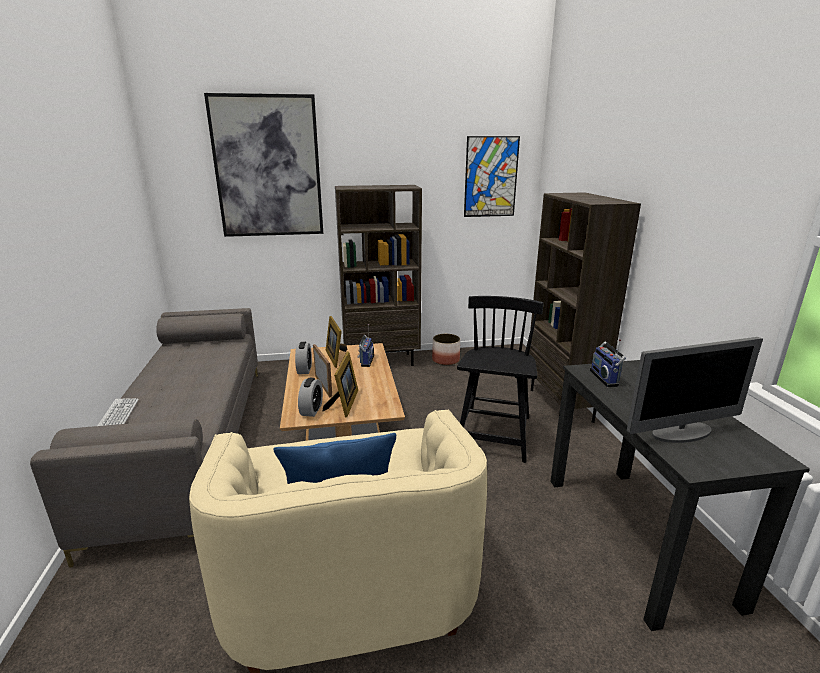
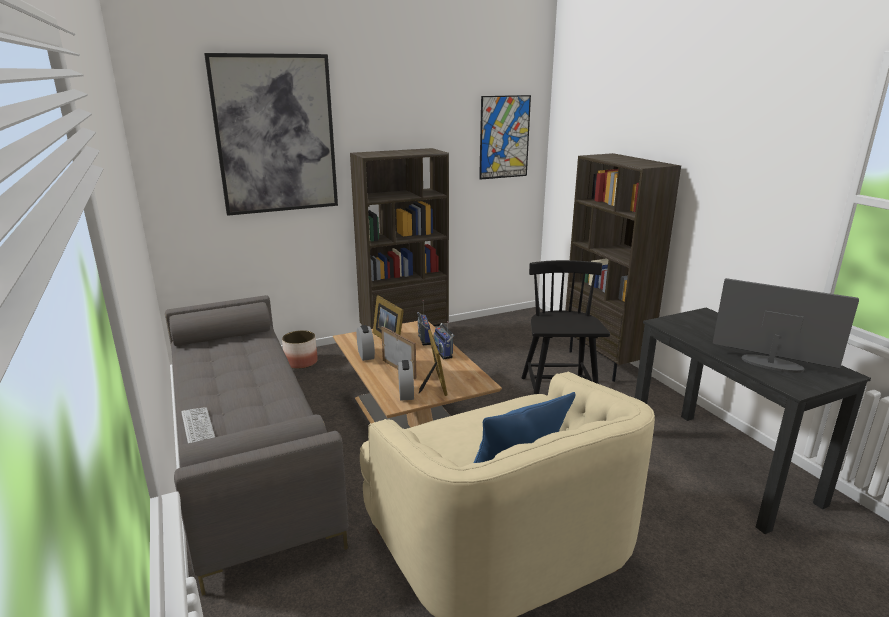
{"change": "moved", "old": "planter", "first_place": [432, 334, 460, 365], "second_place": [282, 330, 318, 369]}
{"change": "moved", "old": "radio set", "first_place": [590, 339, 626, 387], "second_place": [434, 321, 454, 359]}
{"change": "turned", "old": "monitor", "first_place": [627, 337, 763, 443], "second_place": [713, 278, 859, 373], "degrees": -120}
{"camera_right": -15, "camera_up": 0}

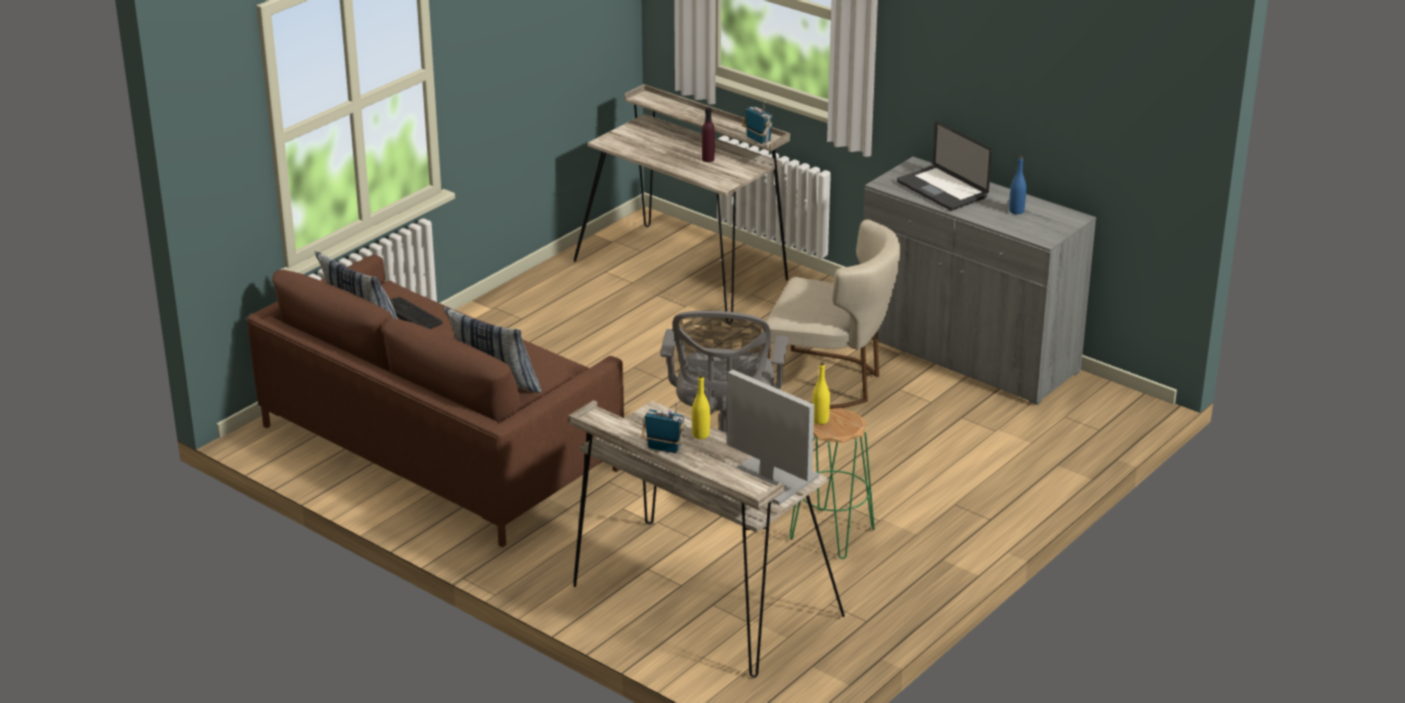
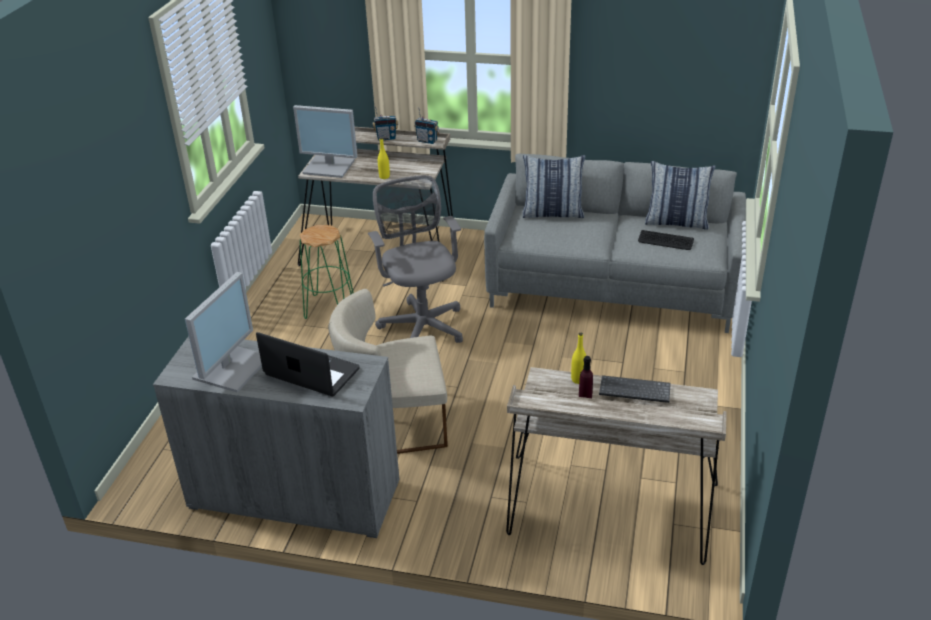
{"change": "recoloured", "old": "couch (brown-coloured)", "new": "couch (grey)", "first_place": [247, 254, 624, 547], "second_place": [484, 154, 746, 333]}
{"change": "moved", "old": "radio set", "first_place": [742, 101, 773, 144], "second_place": [414, 107, 440, 144]}
{"change": "moved", "old": "drink bottle (yellow-coloured)", "first_place": [812, 362, 830, 425], "second_place": [571, 333, 586, 384]}
{"change": "replaced", "old": "drink bottle (blue-coloured)", "new": "monitor", "first_place": [1009, 156, 1026, 214], "second_place": [185, 272, 262, 393]}
{"change": "added", "new": "keyboard", "second_place": [599, 375, 671, 403]}
{"camera_right": 155, "camera_up": 5}

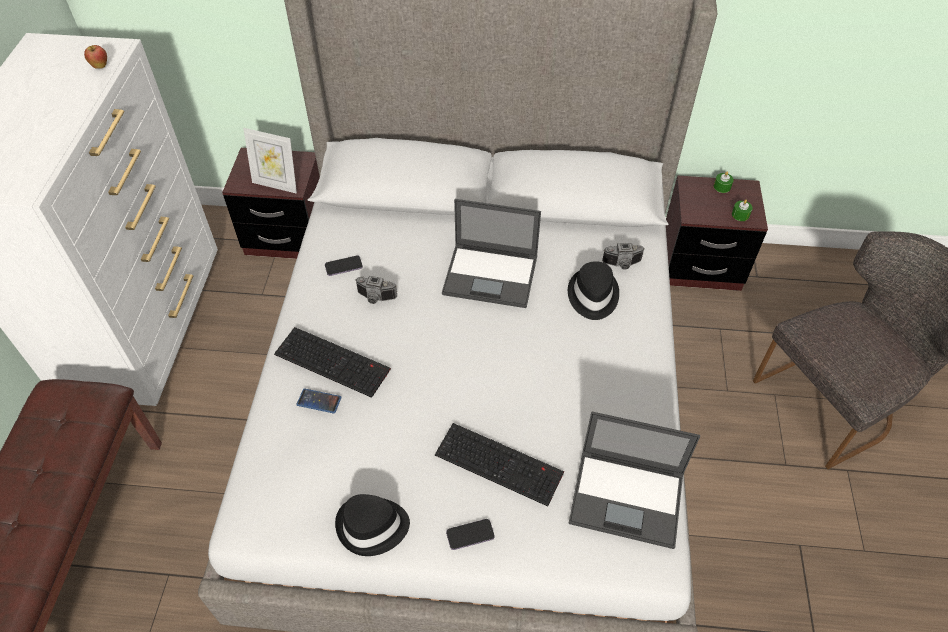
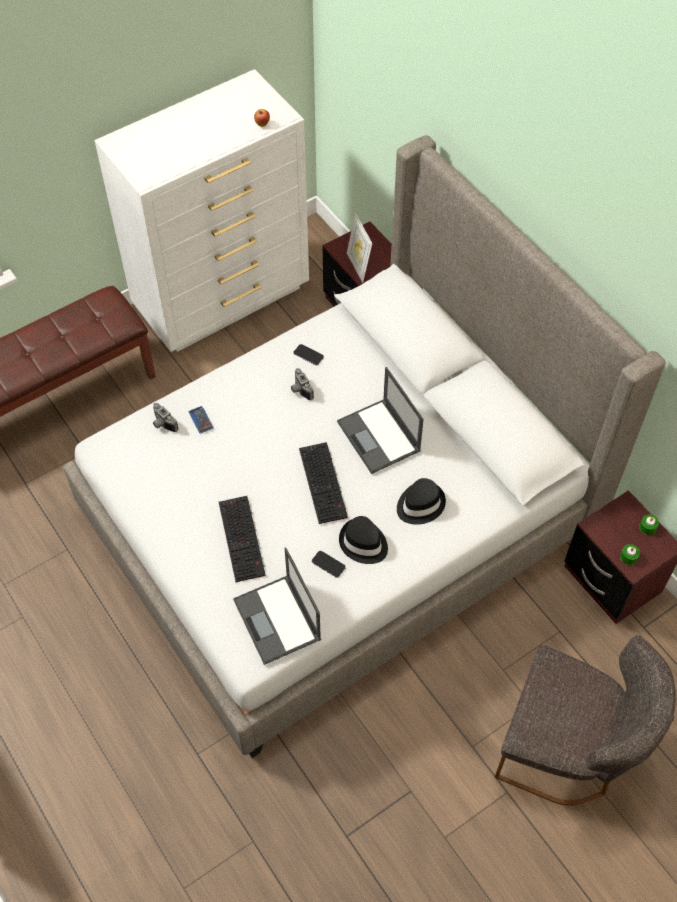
{"change": "moved", "old": "keyboard", "first_place": [274, 327, 391, 398], "second_place": [299, 442, 348, 524]}
{"change": "moved", "old": "clothing hat (black)", "first_place": [335, 494, 410, 556], "second_place": [339, 516, 388, 564]}
{"change": "moved", "old": "handset", "first_place": [446, 519, 495, 550], "second_place": [312, 551, 346, 578]}
{"change": "moved", "old": "still camera", "first_place": [602, 243, 645, 270], "second_place": [153, 403, 179, 432]}
{"camera_right": 50, "camera_up": 5}

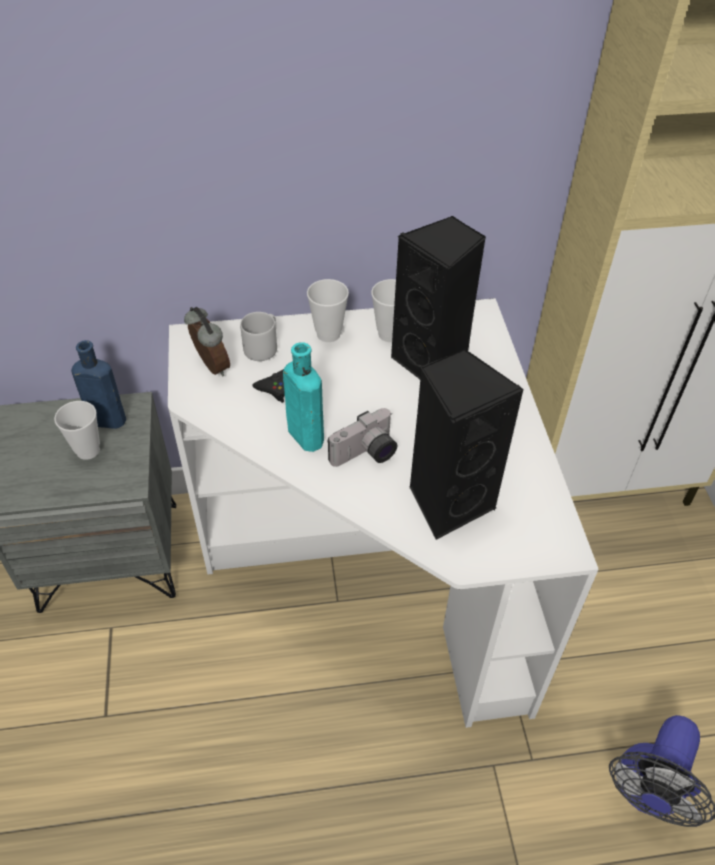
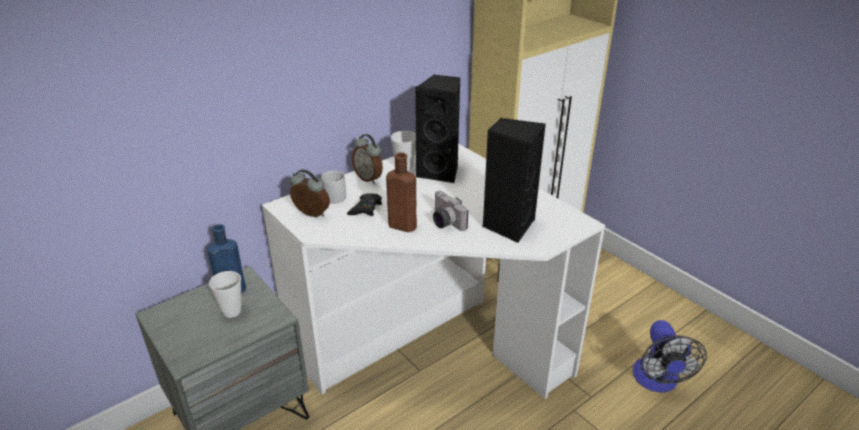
{"change": "recoloured", "old": "drink bottle (turquoise)", "new": "drink bottle (brown-coloured)", "first_place": [283, 342, 324, 452], "second_place": [386, 152, 417, 232]}
{"change": "replaced", "old": "cup", "new": "table clock", "first_place": [307, 279, 349, 342], "second_place": [352, 134, 383, 184]}
{"change": "turned", "old": "still camera", "first_place": [327, 408, 397, 467], "second_place": [433, 191, 468, 231], "degrees": 120}
{"camera_right": -30, "camera_up": -15}

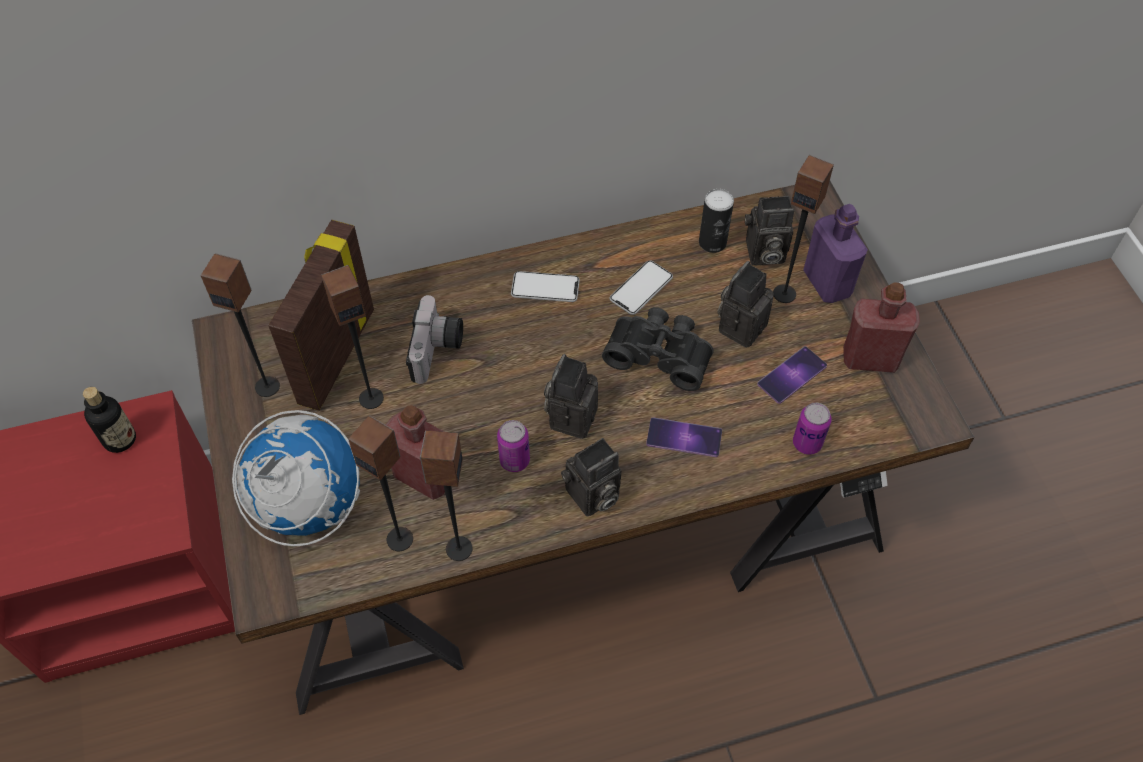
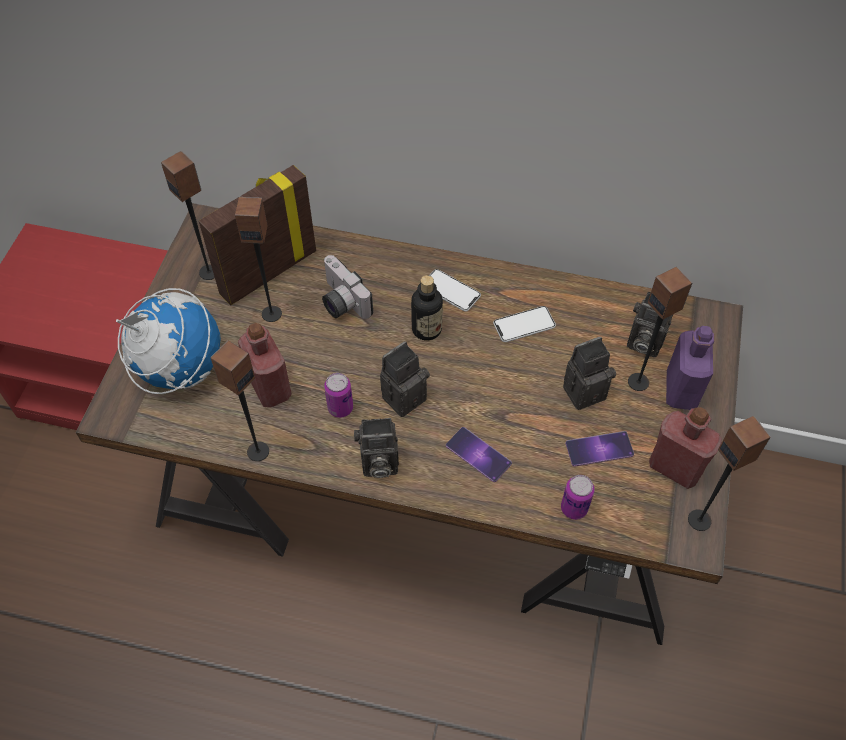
{"change": "moved", "old": "drink bottle", "first_place": [83, 387, 136, 453], "second_place": [411, 275, 443, 340]}
{"change": "moved", "old": "speaker", "first_place": [348, 415, 413, 551], "second_place": [688, 416, 771, 531]}
{"change": "turned", "old": "still camera", "first_place": [406, 295, 463, 384], "second_place": [322, 255, 373, 319], "degrees": 105}
{"change": "removed", "old": "pair of binoculars (black)", "first_place": [602, 307, 714, 391]}
{"change": "removed", "old": "can", "first_place": [699, 189, 734, 253]}
{"camera_right": 30, "camera_up": 0}

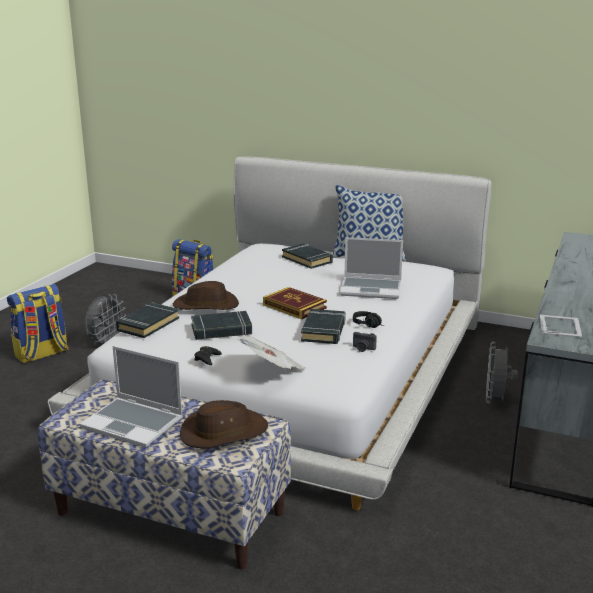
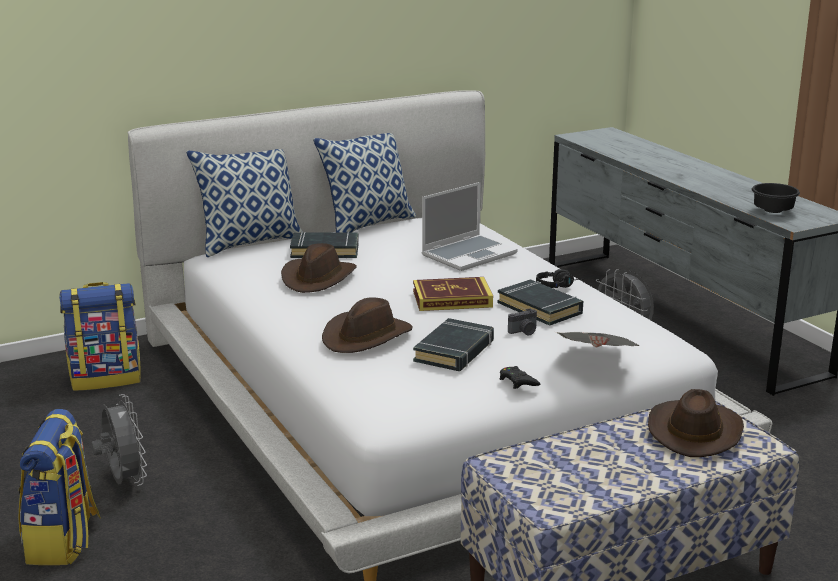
{"change": "removed", "old": "notebook computer", "first_place": [80, 346, 183, 448]}
{"change": "removed", "old": "bound book (black)", "first_place": [116, 302, 179, 338]}
{"change": "moved", "old": "still camera", "first_place": [353, 332, 377, 352], "second_place": [508, 308, 537, 335]}
{"change": "replaced", "old": "standing frame", "new": "serving bowl (black)", "first_place": [540, 315, 582, 338], "second_place": [751, 183, 800, 213]}
{"change": "added", "new": "pillow", "second_place": [186, 149, 303, 257]}
{"change": "added", "new": "clothing hat (brown-coloured)", "second_place": [281, 243, 357, 293]}
{"camera_right": -50, "camera_up": 0}

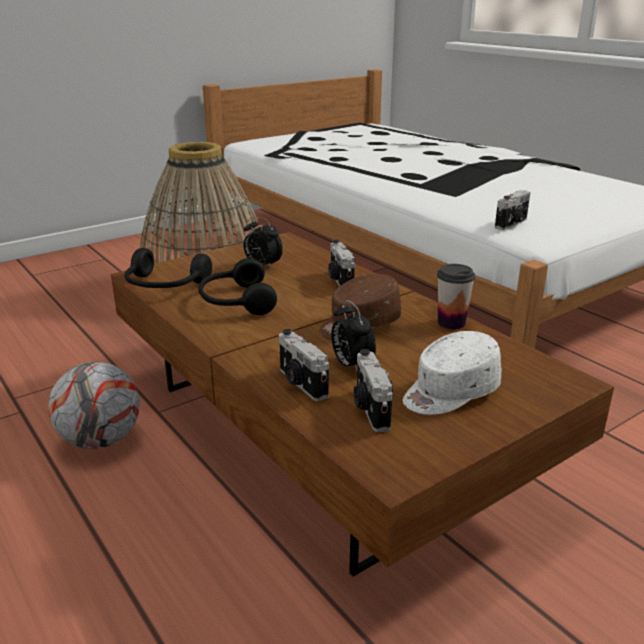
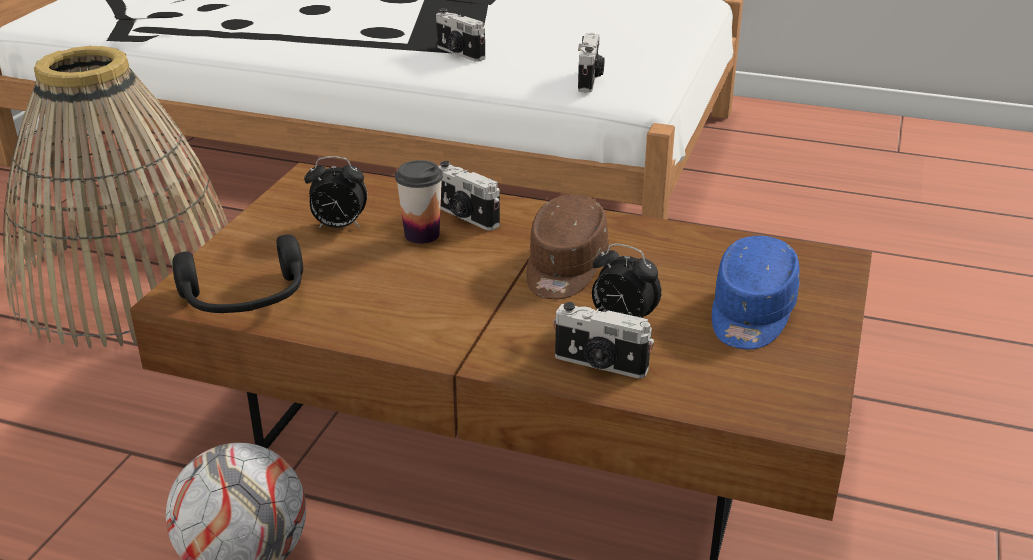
{"change": "removed", "old": "pair of headphones (black)", "first_place": [198, 258, 277, 315]}
{"change": "moved", "old": "still camera", "first_place": [354, 349, 393, 432], "second_place": [436, 8, 485, 62]}
{"change": "recoloured", "old": "baseball cap (white-coloured)", "new": "baseball cap (blue-coloured)", "first_place": [403, 331, 502, 415], "second_place": [712, 236, 799, 349]}
{"change": "moved", "old": "cup", "first_place": [437, 264, 475, 329], "second_place": [395, 160, 443, 244]}
{"camera_right": -35, "camera_up": 5}

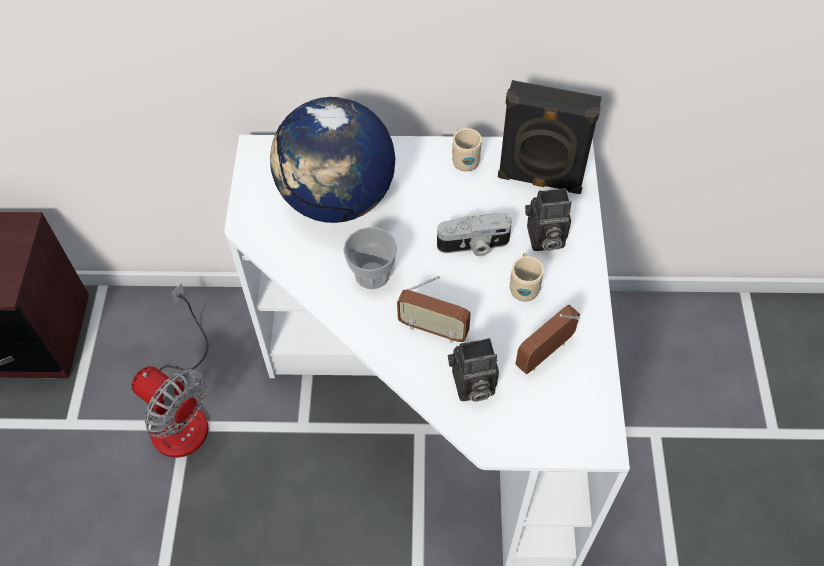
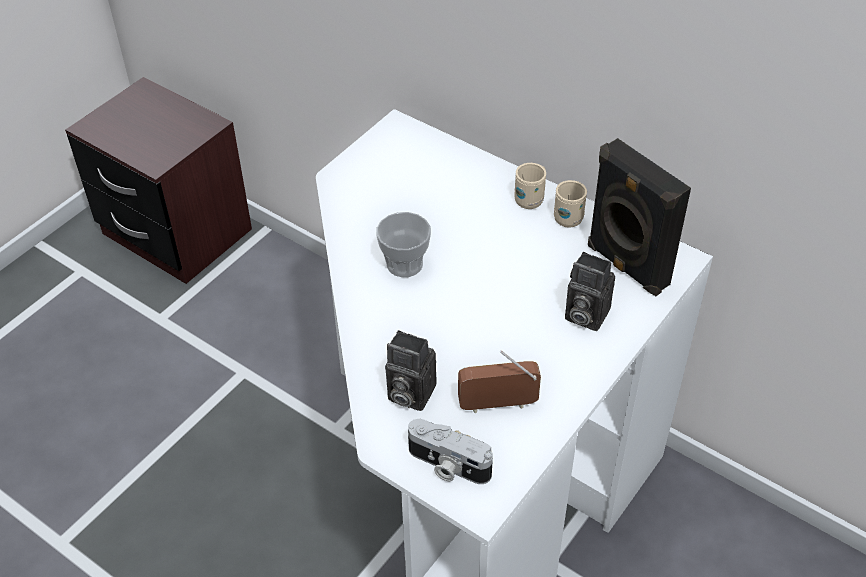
{"change": "removed", "old": "electric fan", "first_place": [132, 283, 209, 458]}
{"change": "removed", "old": "globe", "first_place": [270, 97, 395, 223]}
{"change": "removed", "old": "radio set", "first_place": [397, 276, 471, 343]}
{"change": "moved", "old": "still camera", "first_place": [437, 213, 512, 256], "second_place": [408, 419, 493, 484]}
{"change": "moved", "old": "tea mug (sand-coloured)", "first_place": [510, 253, 544, 302], "second_place": [514, 163, 546, 209]}
{"camera_right": 35, "camera_up": -10}

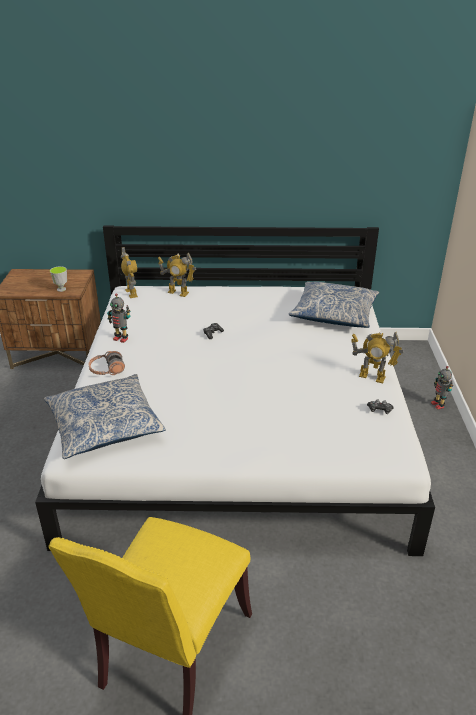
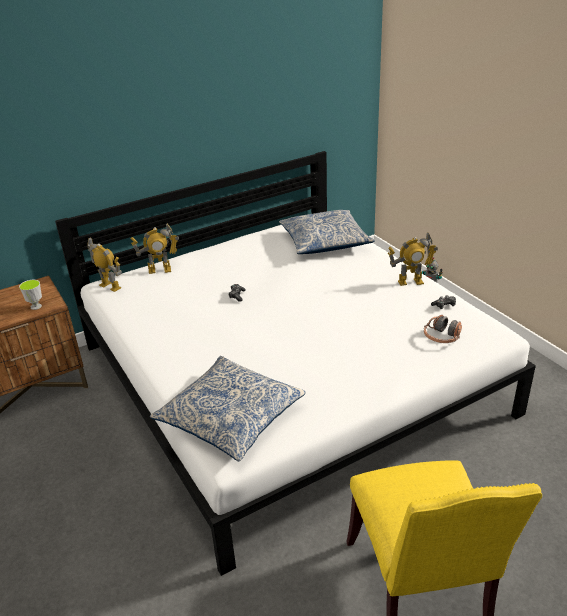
{"change": "moved", "old": "pair of headphones", "first_place": [88, 351, 125, 375], "second_place": [424, 315, 462, 343]}
{"change": "removed", "old": "toy robot", "first_place": [107, 293, 130, 343]}
{"camera_right": -30, "camera_up": 0}

